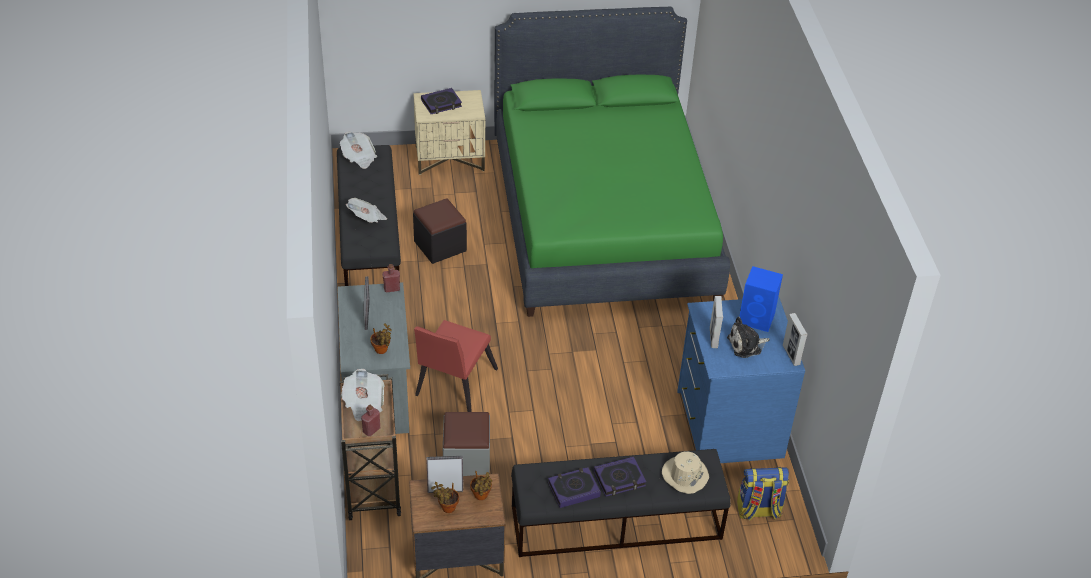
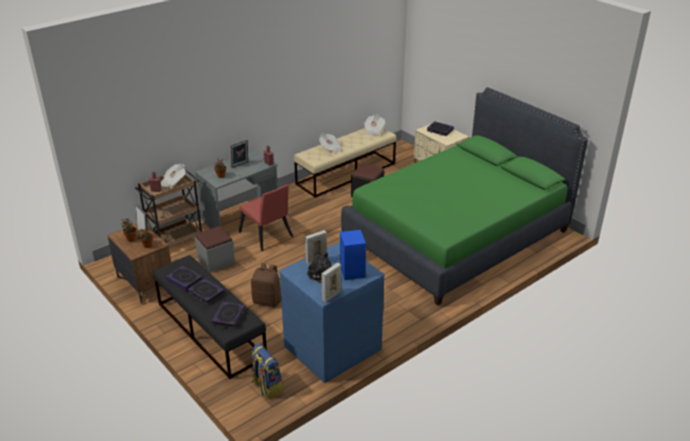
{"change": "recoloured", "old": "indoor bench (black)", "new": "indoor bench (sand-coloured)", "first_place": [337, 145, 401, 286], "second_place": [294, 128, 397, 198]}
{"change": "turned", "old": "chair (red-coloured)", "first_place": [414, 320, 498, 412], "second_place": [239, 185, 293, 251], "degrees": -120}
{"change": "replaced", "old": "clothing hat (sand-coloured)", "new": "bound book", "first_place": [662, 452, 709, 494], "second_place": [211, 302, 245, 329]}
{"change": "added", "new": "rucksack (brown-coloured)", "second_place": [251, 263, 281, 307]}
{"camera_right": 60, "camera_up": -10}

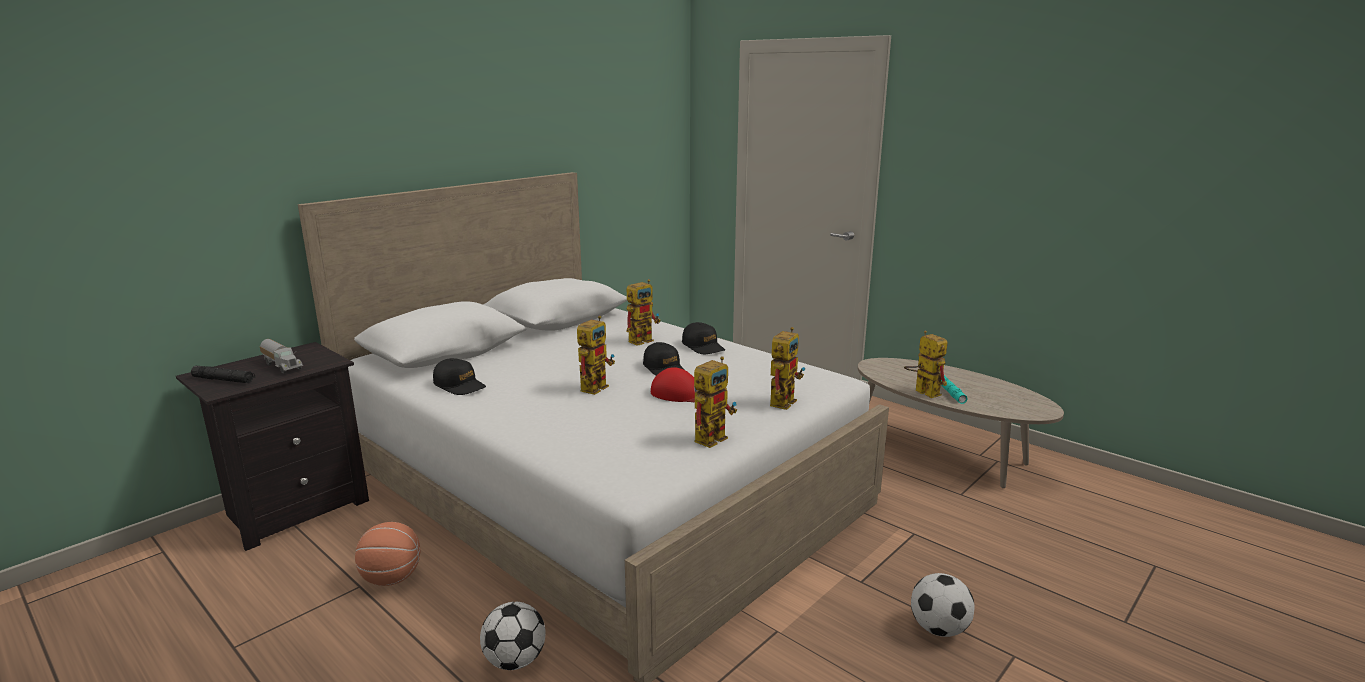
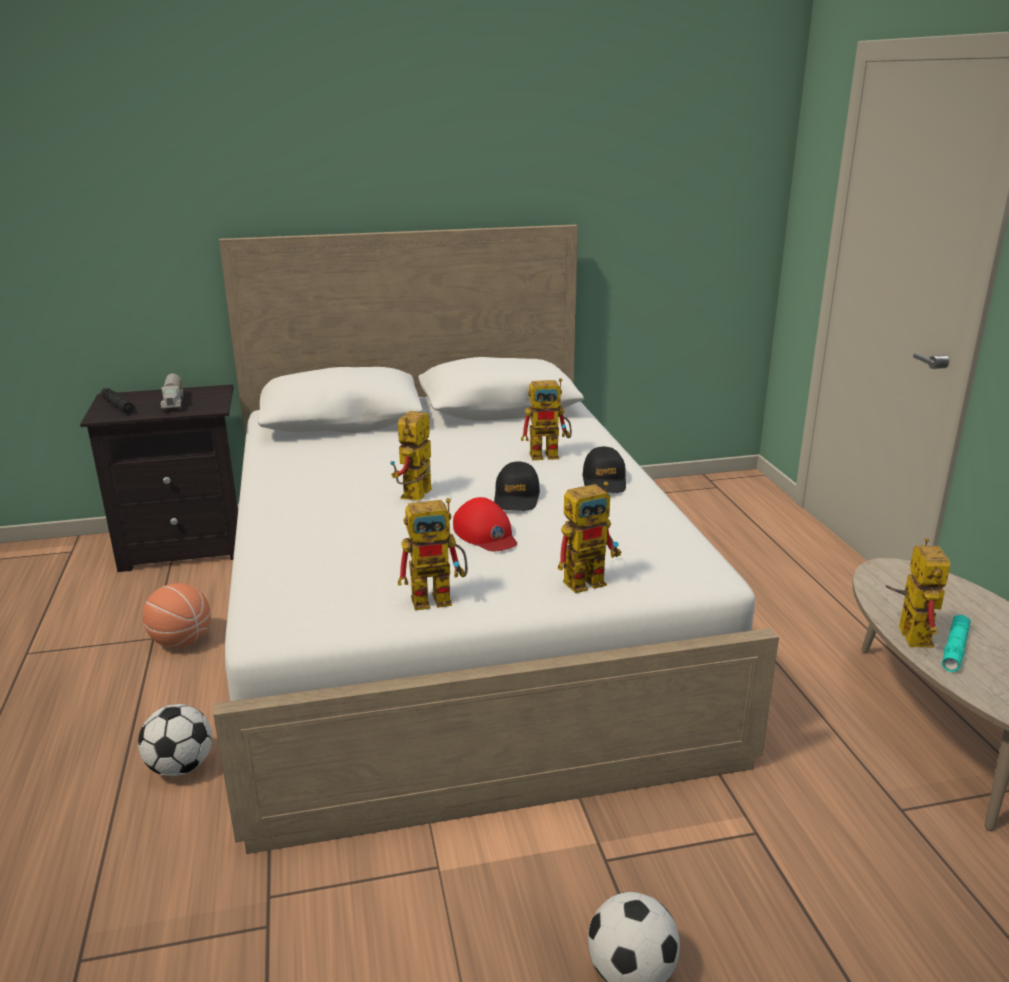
{"change": "removed", "old": "baseball cap (black)", "first_place": [433, 358, 486, 395]}
{"change": "turned", "old": "toy robot", "first_place": [577, 316, 615, 395], "second_place": [390, 411, 432, 501], "degrees": 135}
{"camera_right": 35, "camera_up": 5}

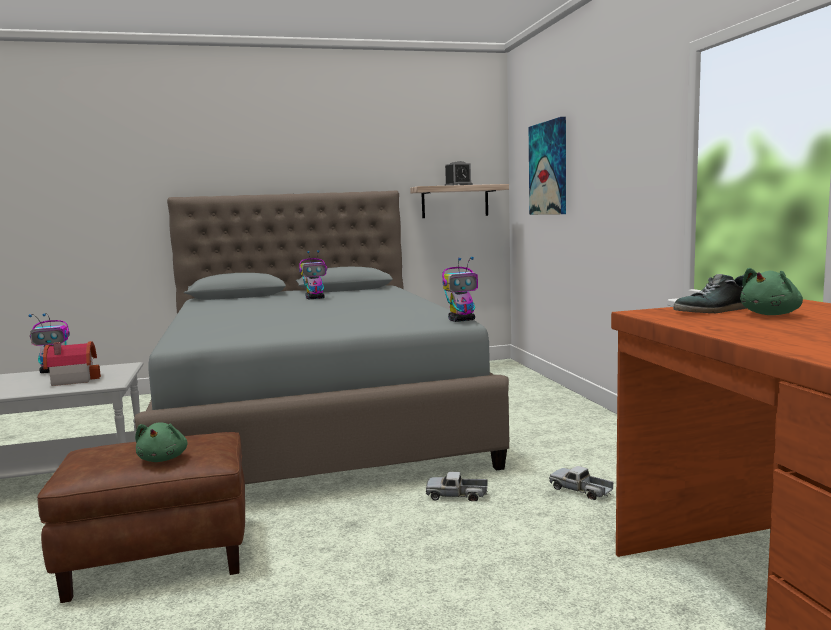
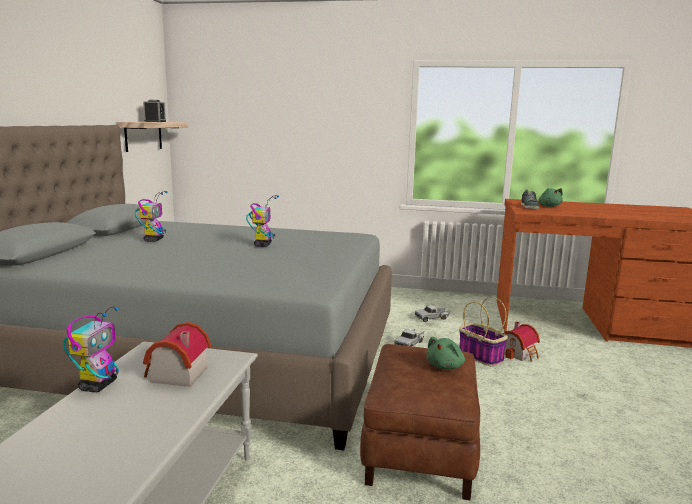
{"change": "turned", "old": "soft toy (green)", "first_place": [135, 422, 188, 462], "second_place": [426, 337, 465, 369], "degrees": 105}
{"change": "moved", "old": "toy robot", "first_place": [442, 257, 478, 322], "second_place": [246, 195, 279, 247]}
{"change": "removed", "old": "picture", "first_place": [529, 117, 566, 215]}
{"change": "added", "new": "household basket", "second_place": [459, 297, 508, 366]}
{"change": "added", "new": "toy house", "second_place": [504, 321, 540, 362]}
{"camera_right": -65, "camera_up": 5}

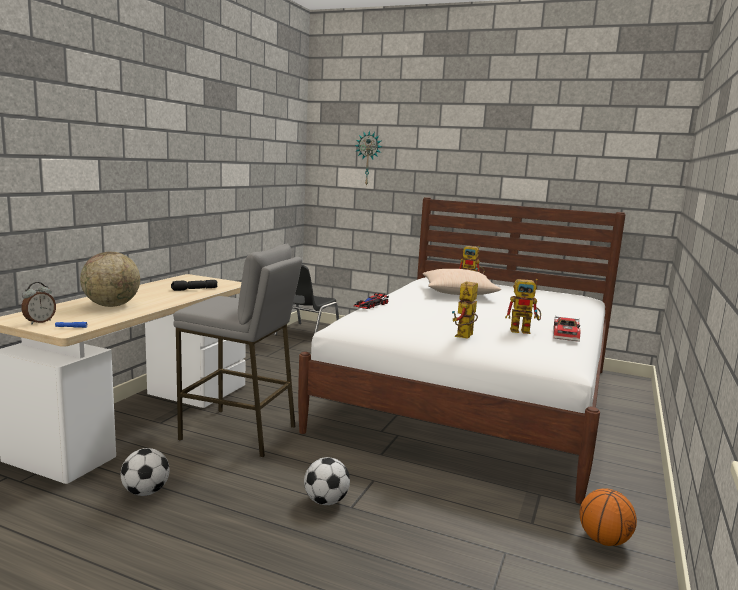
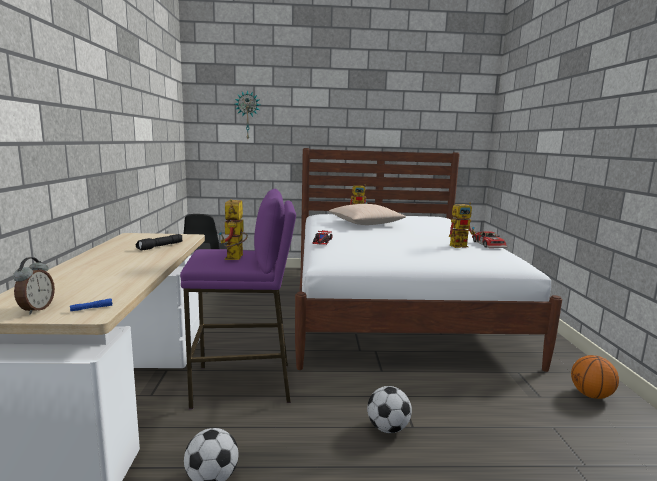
{"change": "removed", "old": "globe", "first_place": [80, 252, 140, 307]}
{"change": "recoloured", "old": "stool (grey)", "new": "stool (purple-coloured)", "first_place": [173, 244, 302, 458], "second_place": [180, 188, 296, 409]}
{"change": "moved", "old": "toy robot", "first_place": [452, 281, 478, 338], "second_place": [219, 199, 248, 260]}
{"camera_right": -25, "camera_up": 0}

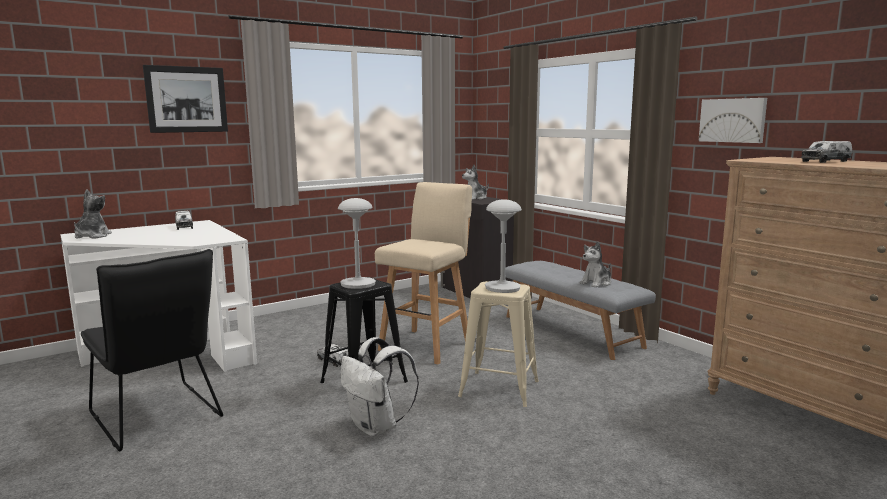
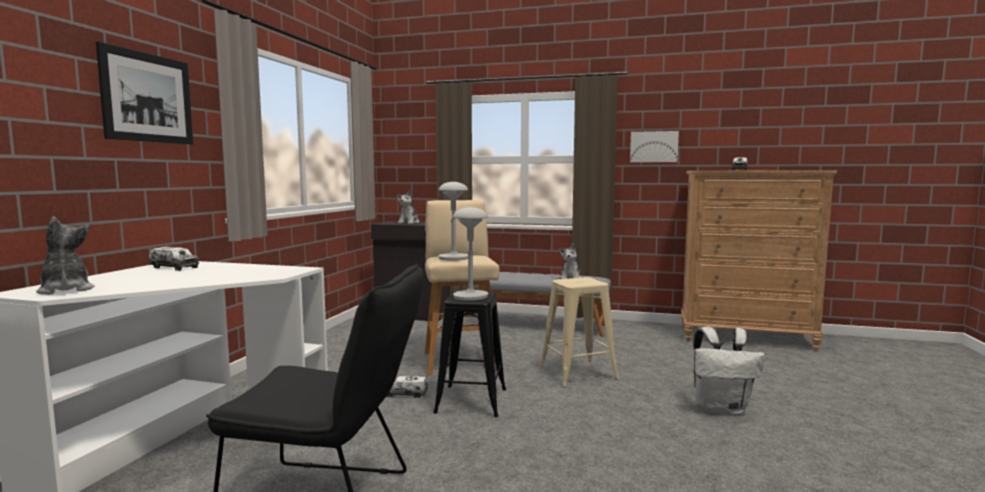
{"change": "moved", "old": "rucksack (white-coloured)", "first_place": [341, 337, 419, 437], "second_place": [694, 327, 765, 415]}
{"change": "moved", "old": "lamp for a table (grey)", "first_place": [485, 199, 522, 293], "second_place": [438, 182, 468, 261]}
{"camera_right": -40, "camera_up": -5}

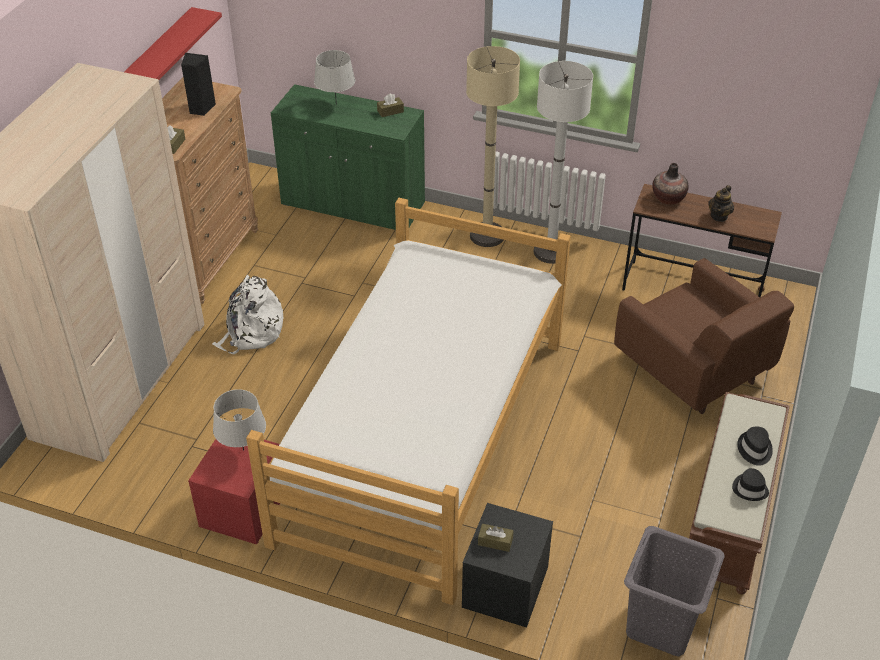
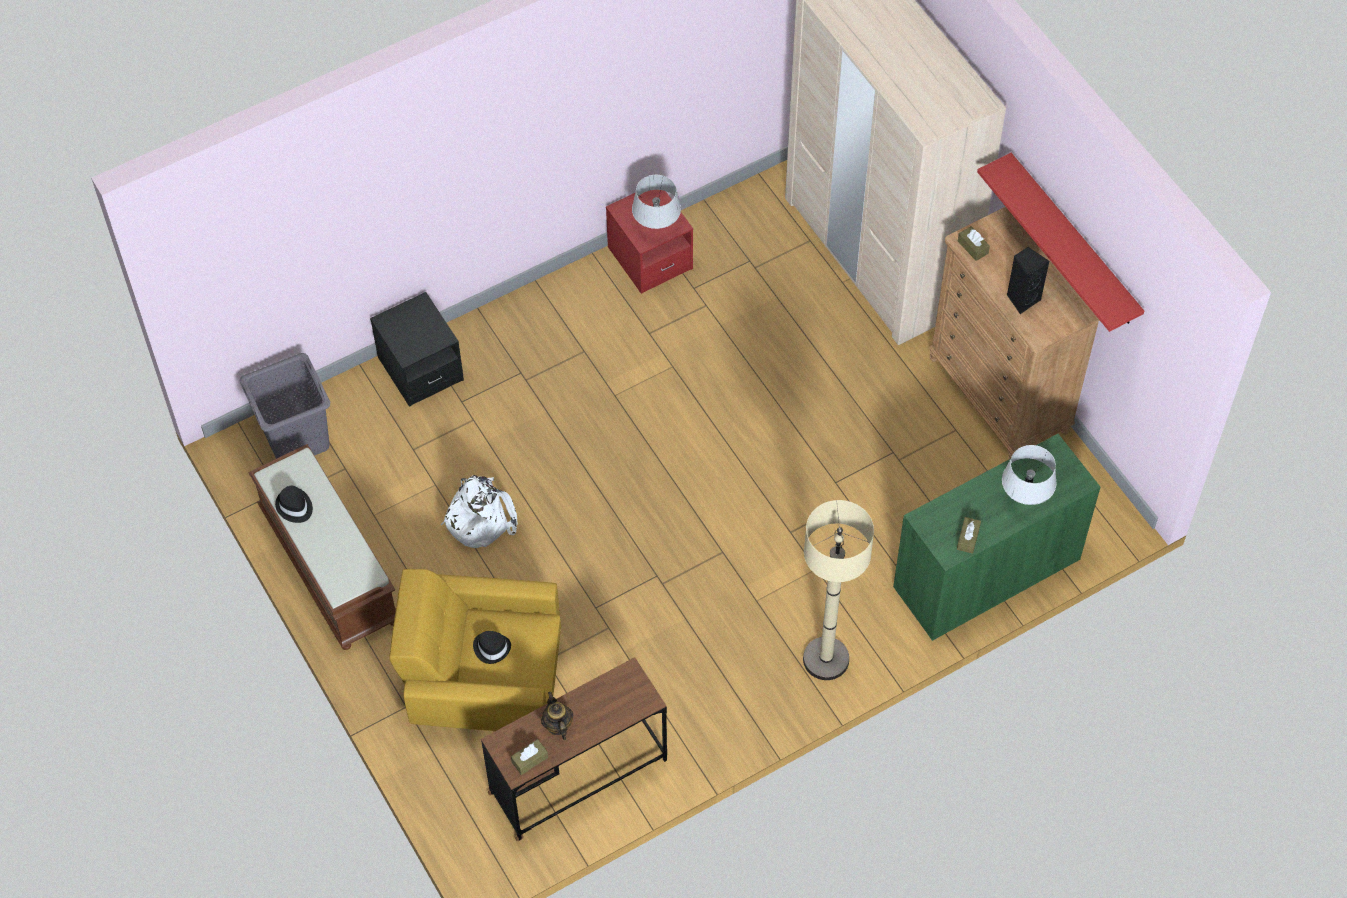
{"change": "moved", "old": "rucksack (white-coloured)", "first_place": [212, 275, 283, 354], "second_place": [440, 475, 518, 548]}
{"change": "removed", "old": "bed", "first_place": [246, 198, 571, 605]}
{"change": "moved", "old": "box of tissues (brown-coloured)", "first_place": [478, 524, 513, 552], "second_place": [511, 739, 548, 775]}
{"change": "removed", "old": "standard lamp (white-coloured)", "first_place": [534, 61, 593, 264]}
{"change": "recoloured", "old": "armchair (brown-coloured)", "new": "armchair (yellow-coloured)", "first_place": [614, 258, 794, 414], "second_place": [389, 569, 561, 731]}
{"change": "removed", "old": "vase", "first_place": [652, 163, 689, 205]}
{"change": "moved", "old": "clothing hat (black)", "first_place": [737, 427, 773, 466], "second_place": [473, 631, 511, 664]}
{"camera_right": 130, "camera_up": 15}

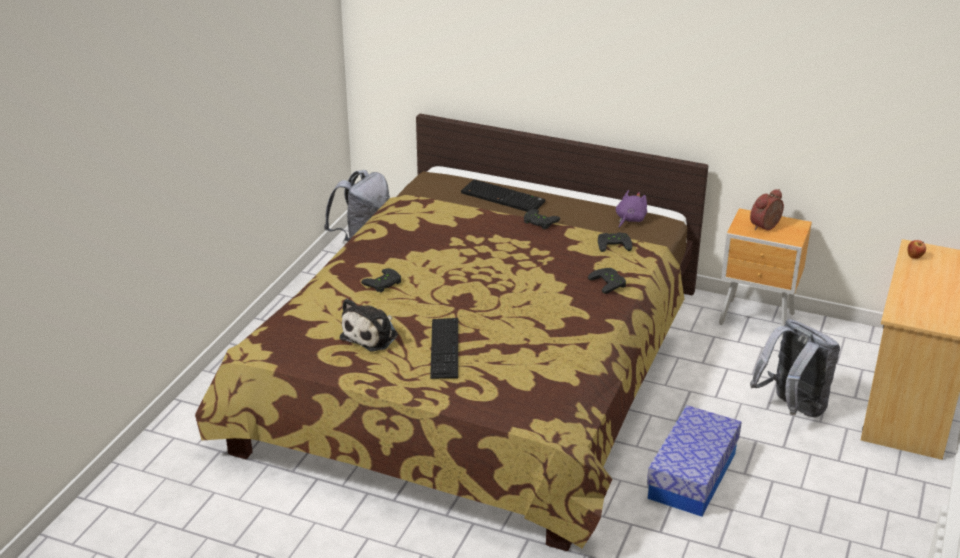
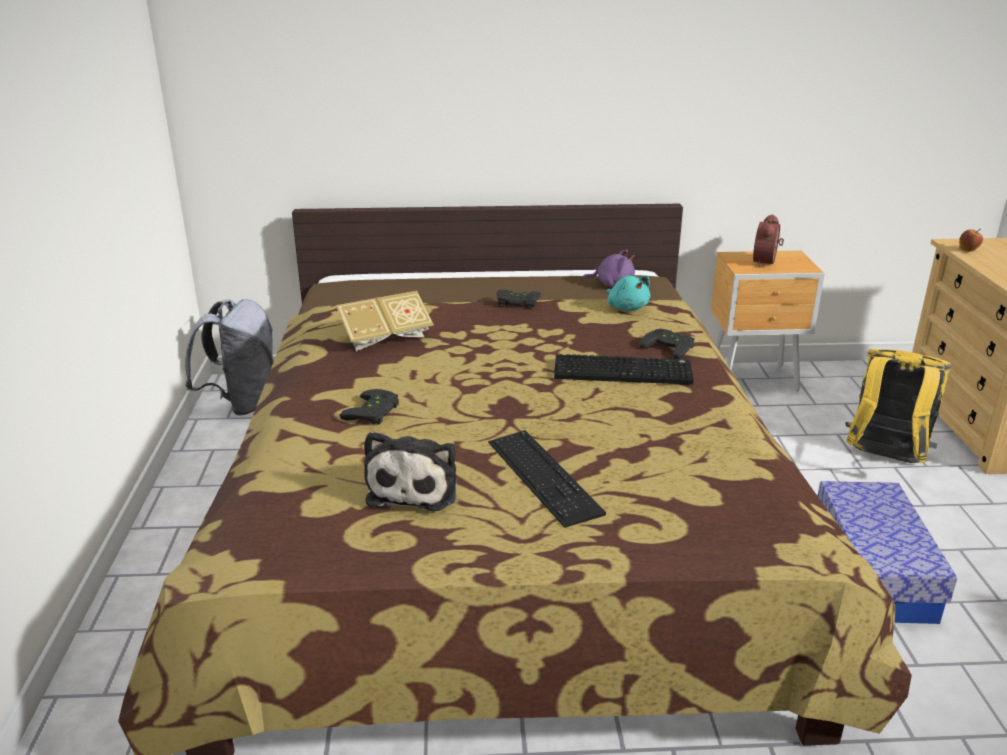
{"change": "moved", "old": "keyboard", "first_place": [461, 179, 545, 212], "second_place": [554, 354, 694, 385]}
{"change": "replaced", "old": "joypad (black)", "new": "soft toy (turquoise)", "first_place": [598, 233, 632, 252], "second_place": [606, 275, 651, 311]}
{"change": "turned", "old": "soft toy (purple-coloured)", "first_place": [616, 190, 647, 228], "second_place": [581, 250, 635, 287], "degrees": 90}
{"change": "recoloured", "old": "rucksack (grey)", "new": "rucksack (yellow-coloured)", "first_place": [750, 319, 840, 417], "second_place": [845, 349, 950, 463]}
{"change": "added", "new": "bound book", "second_place": [336, 291, 434, 351]}
{"camera_right": -25, "camera_up": -5}

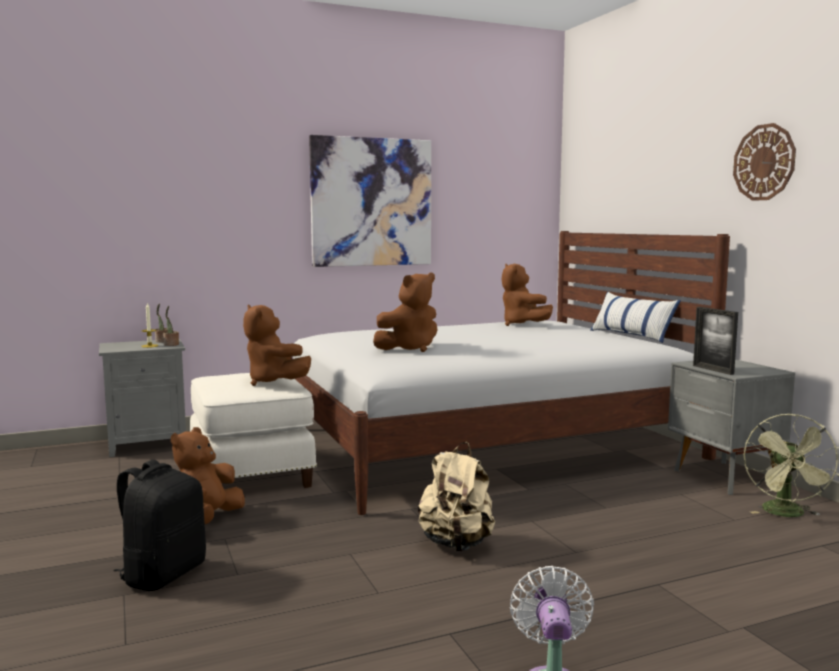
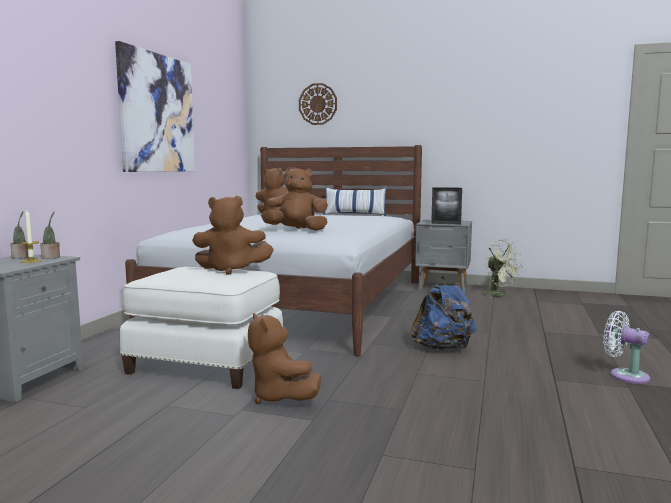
{"change": "removed", "old": "rucksack (black)", "first_place": [114, 460, 206, 591]}
{"change": "turned", "old": "soft toy (brown-coloured)", "first_place": [373, 272, 437, 352], "second_place": [261, 167, 328, 231], "degrees": -90}
{"change": "recoloured", "old": "rucksack (sand-coloured)", "new": "rucksack (blue-coloured)", "first_place": [418, 442, 495, 552], "second_place": [411, 276, 477, 350]}
{"change": "moved", "old": "wall clock", "first_place": [733, 123, 796, 201], "second_place": [299, 83, 337, 125]}
{"camera_right": -50, "camera_up": 0}

